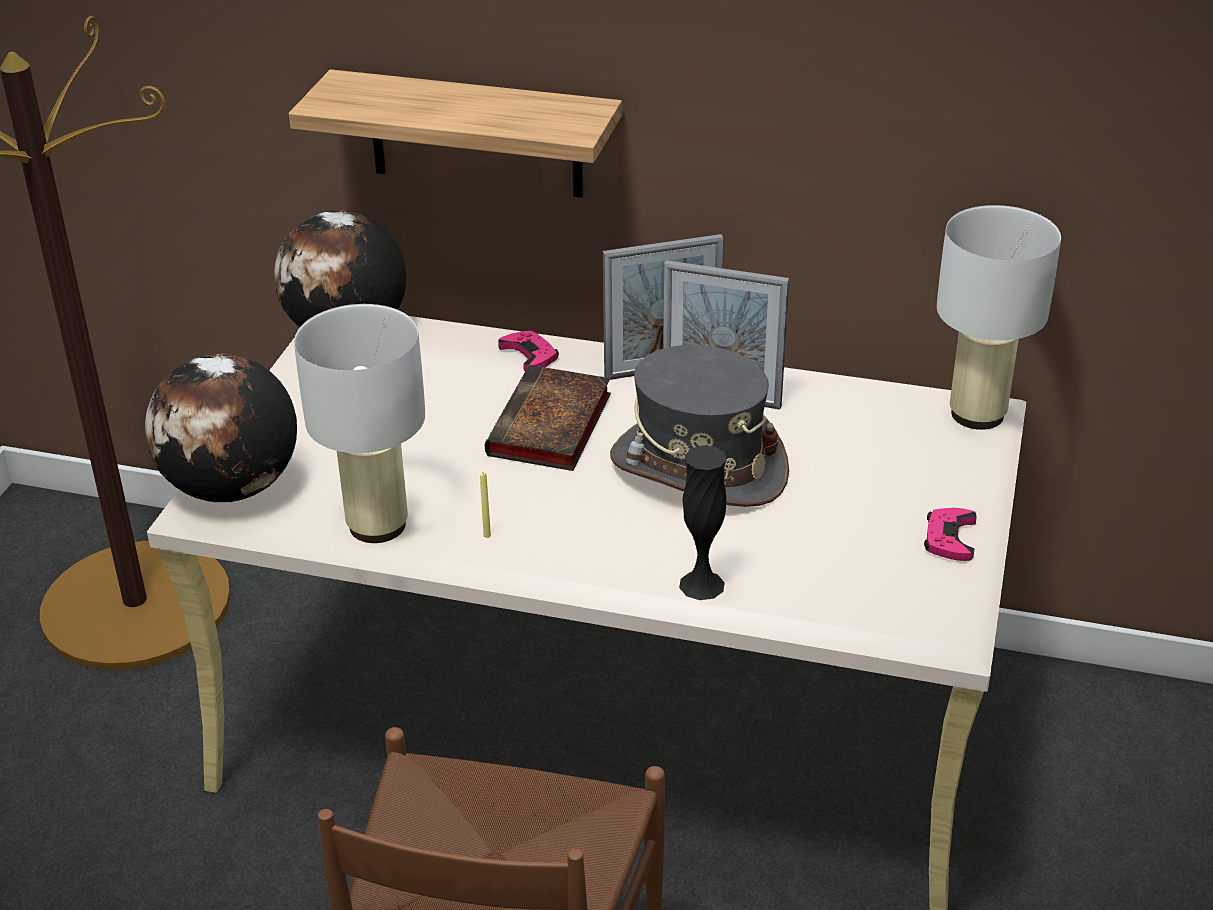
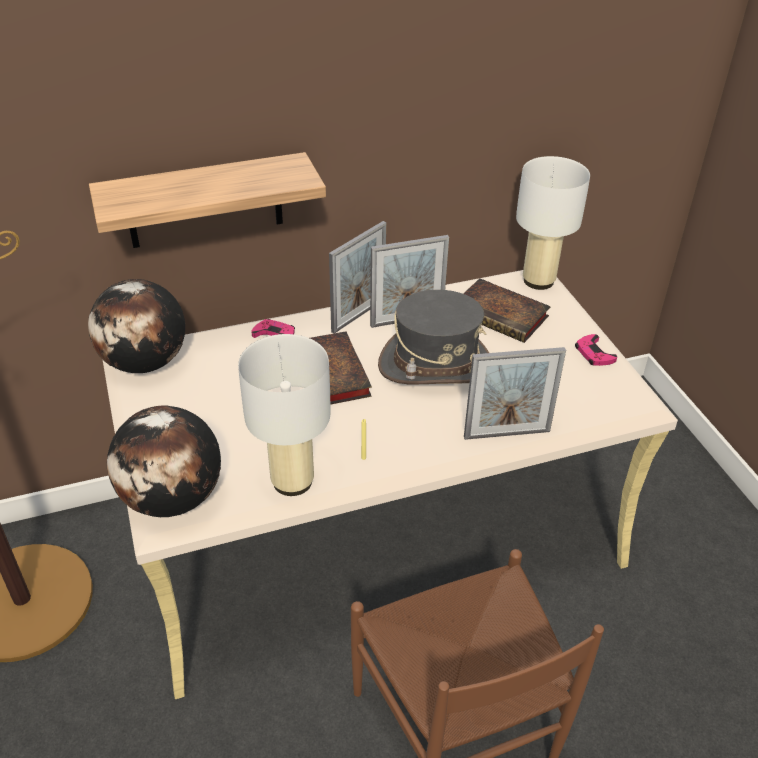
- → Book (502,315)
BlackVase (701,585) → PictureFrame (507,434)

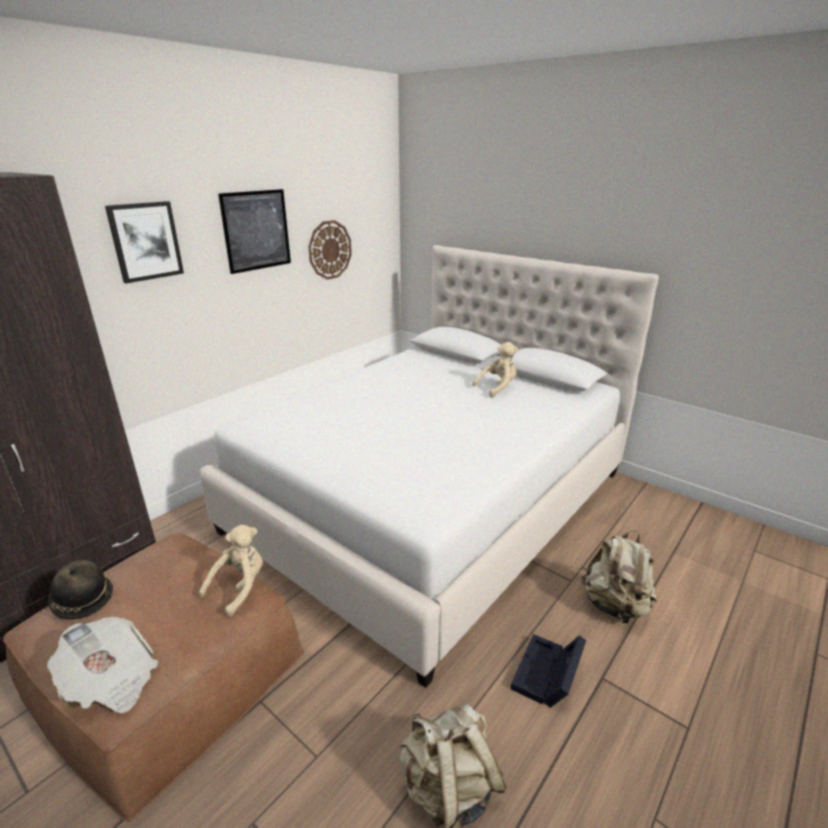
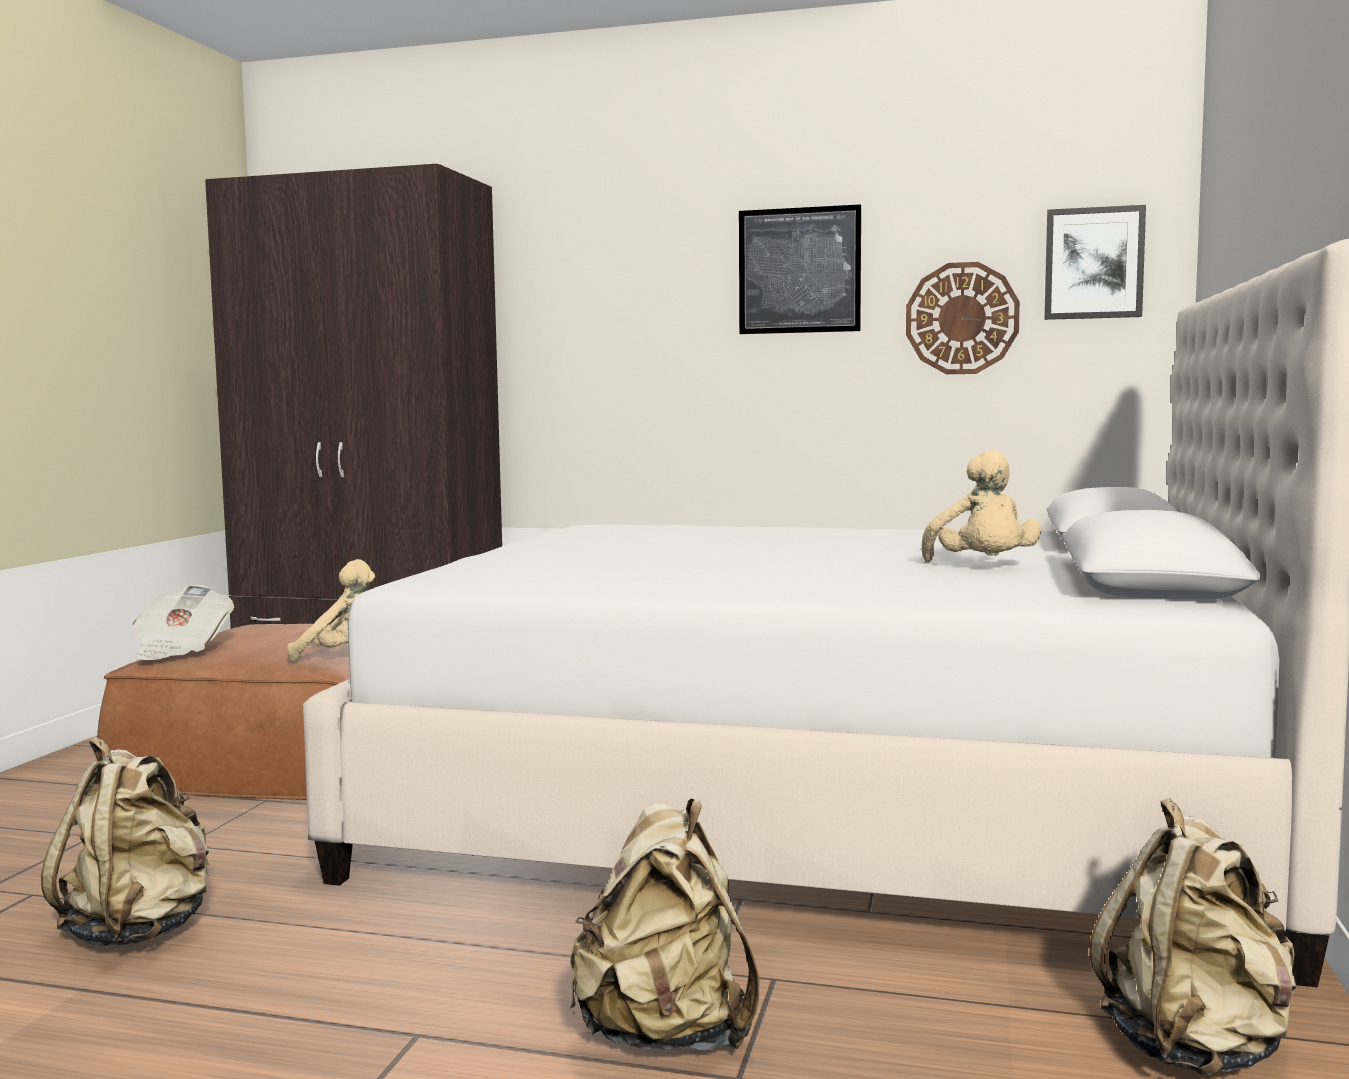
BeigePlushToy (497,388) → BeigePlushToy (982,567), 45 degrees clockwise
Picture (145,241) → Picture (1093,263), relocated
- → BeigeBackpack (1196,1047)
Hat (82,600) → -
BlackStorageBox (547,676) → -

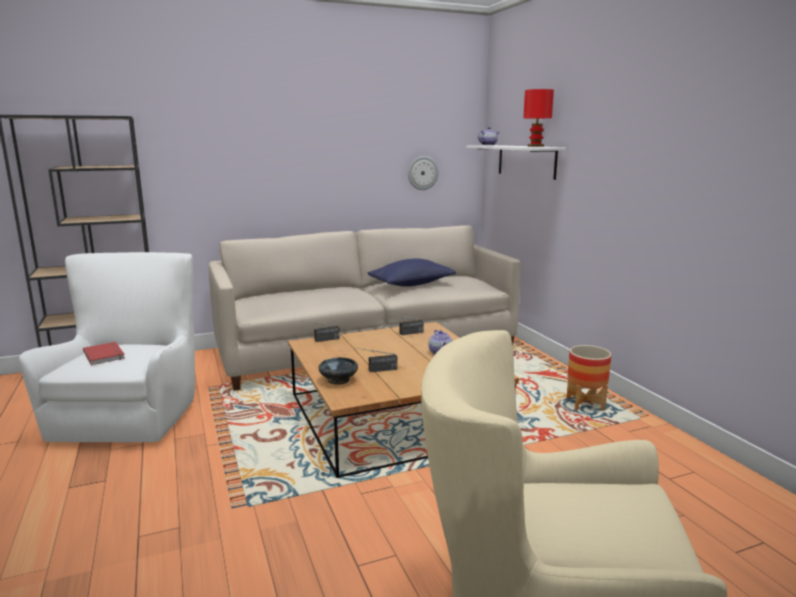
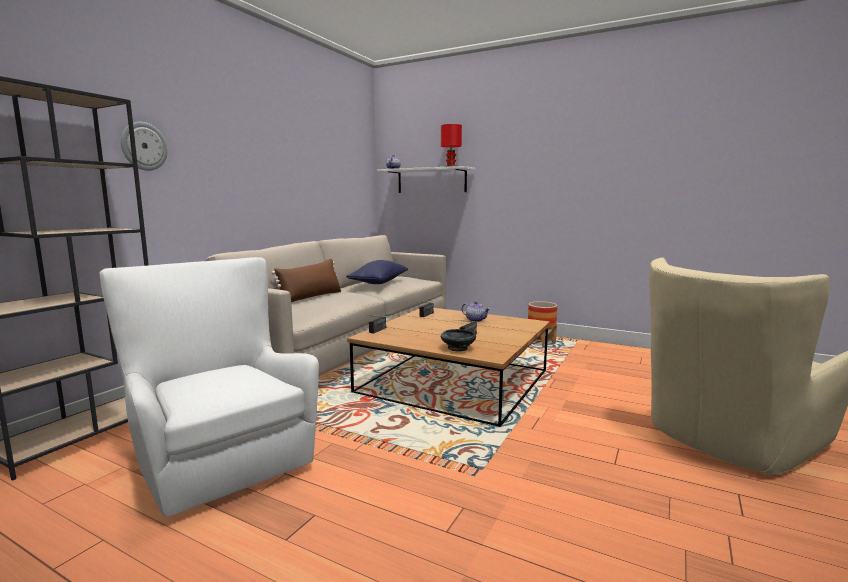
WallClock (422,173) → WallClock (144,146), relocated
- → BrownPillow (311,297)
RedBook (105,354) → -

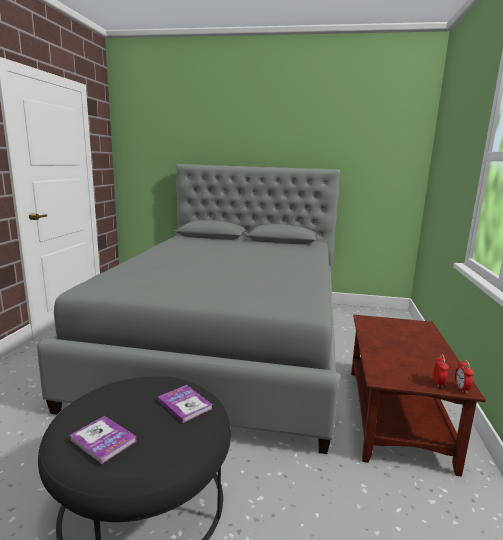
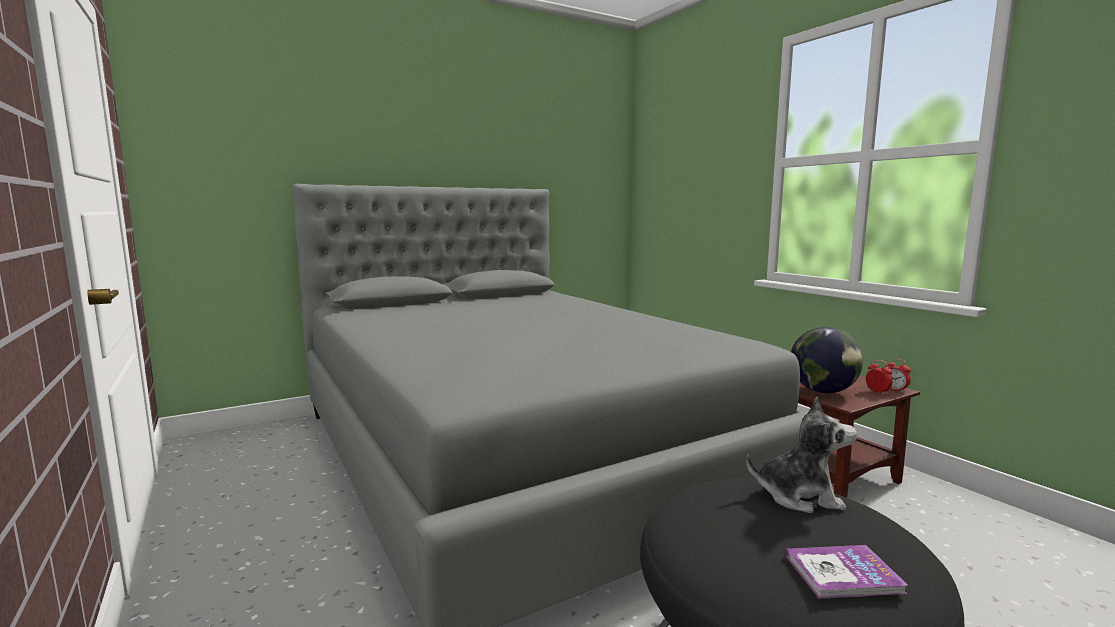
Book (184,404) → PlushToy (799,496)
- → Globe (822,391)

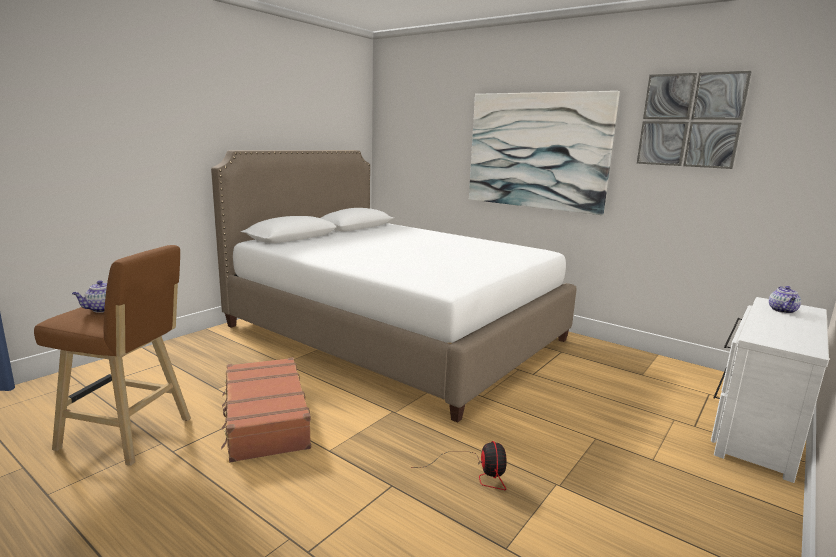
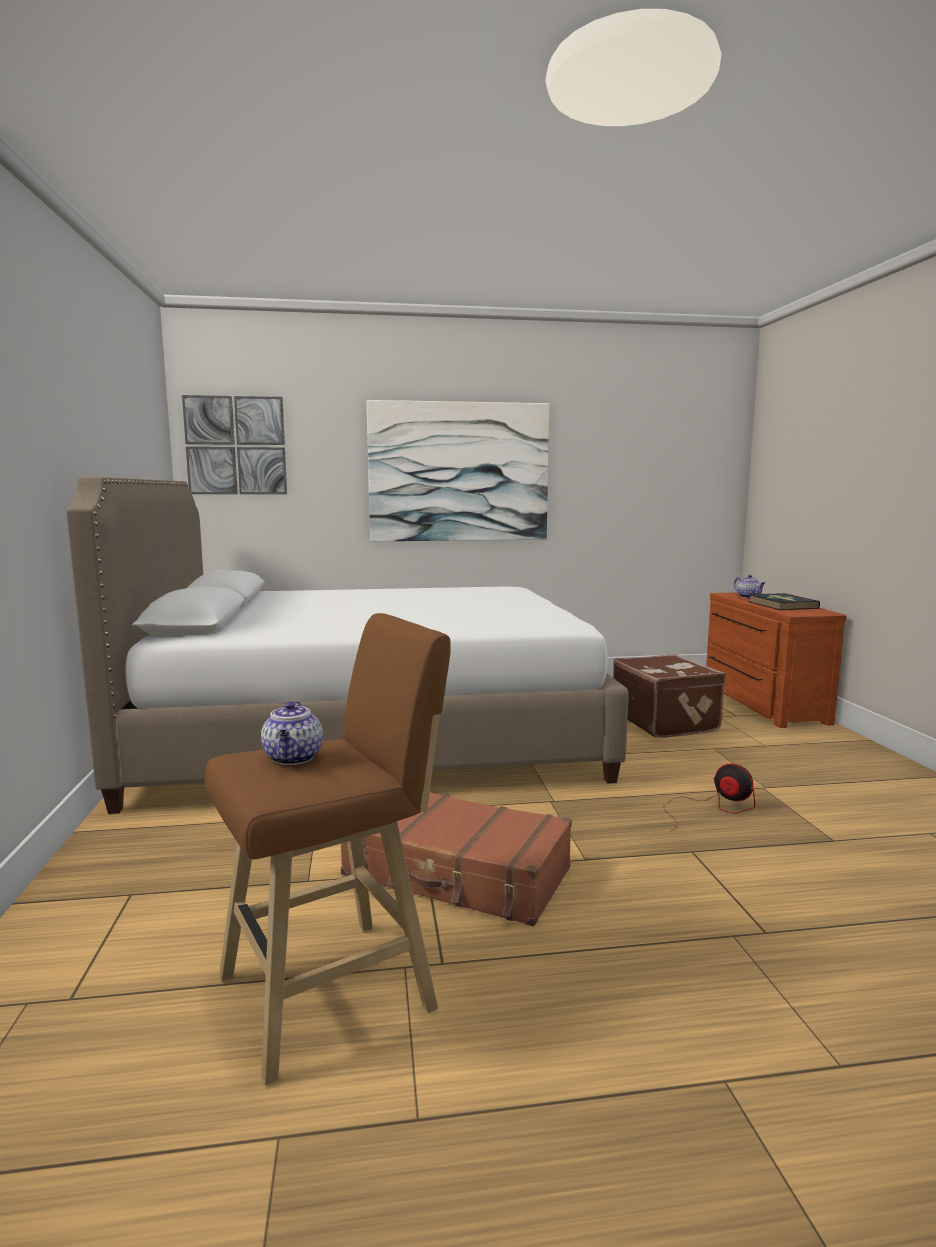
Picture (690,120) → Picture (236,445), relocated
- → BrownSuitcase (665,722)
WhiteDresser (755,428) → BrownDresser (760,703)
- → Book (782,605)

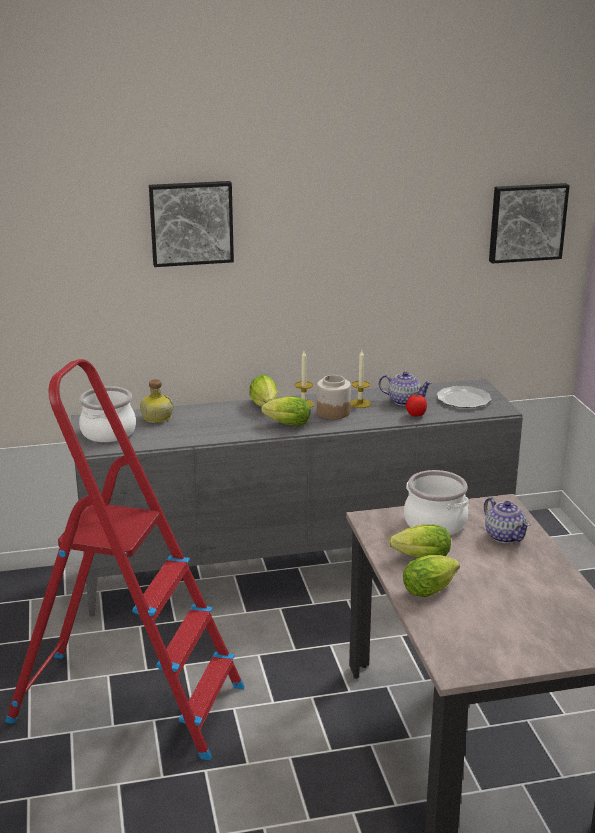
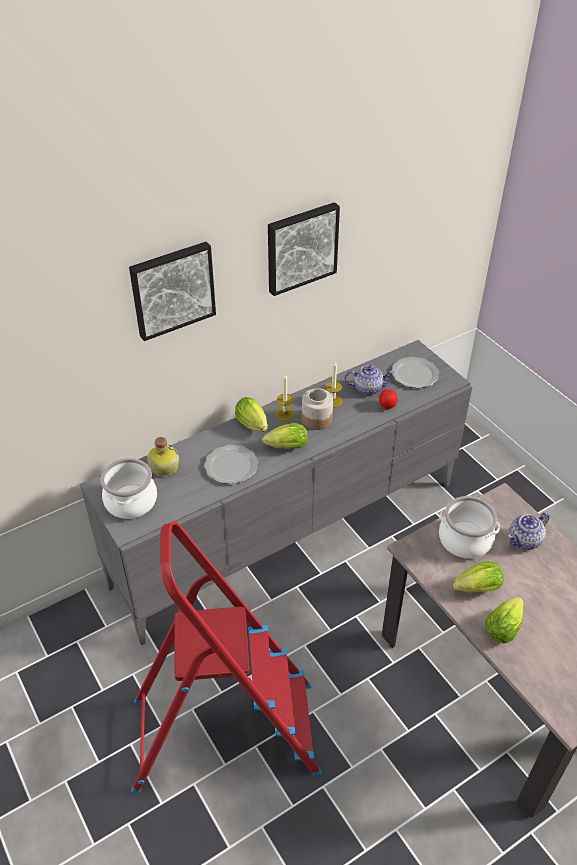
- → Plate (232,466)
Picture (526,222) → Picture (301,247), relocated
Teapot (504,536) → Teapot (525,540), 105 degrees clockwise

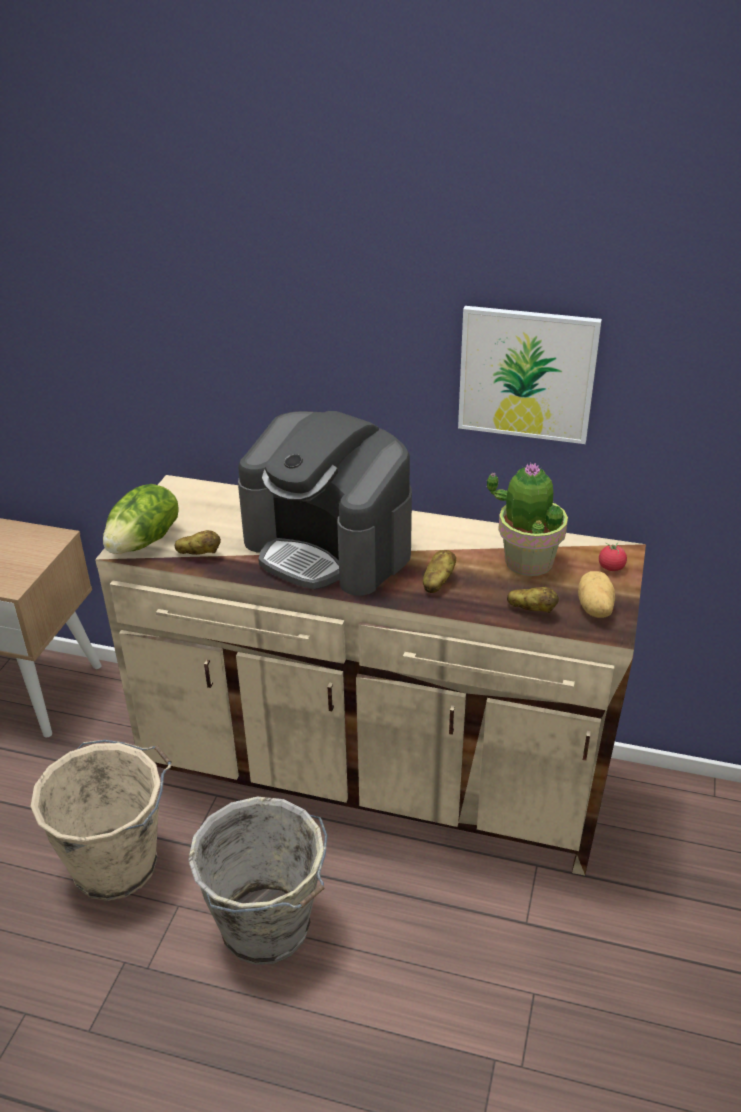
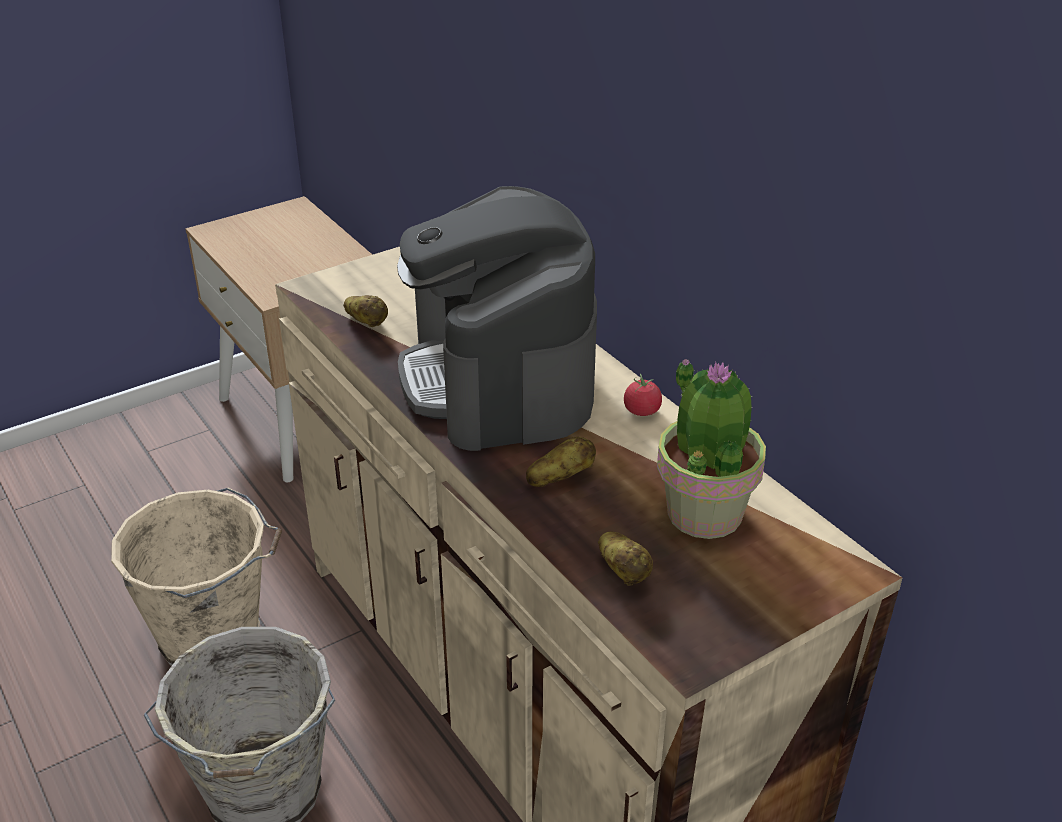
Tomato (611,567) → Tomato (642,411), relocated
Lettuce (145,541) → -
Picture (527,374) → -
Potato (593,609) → -

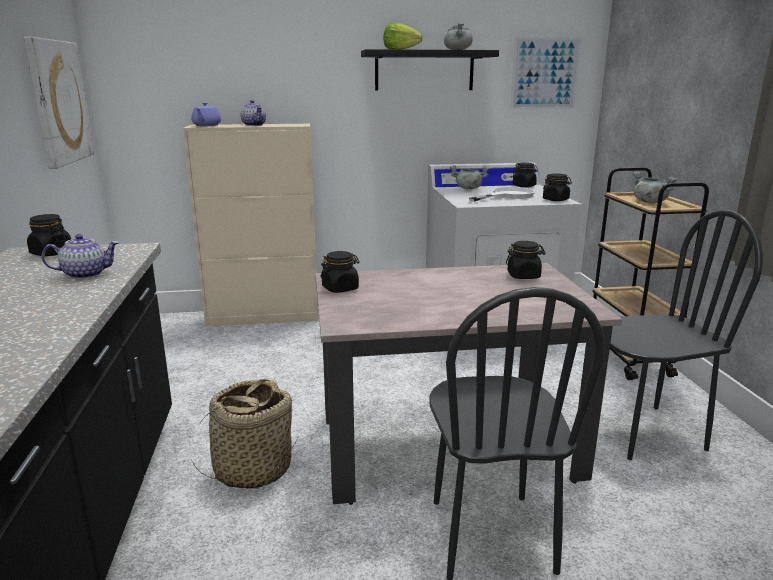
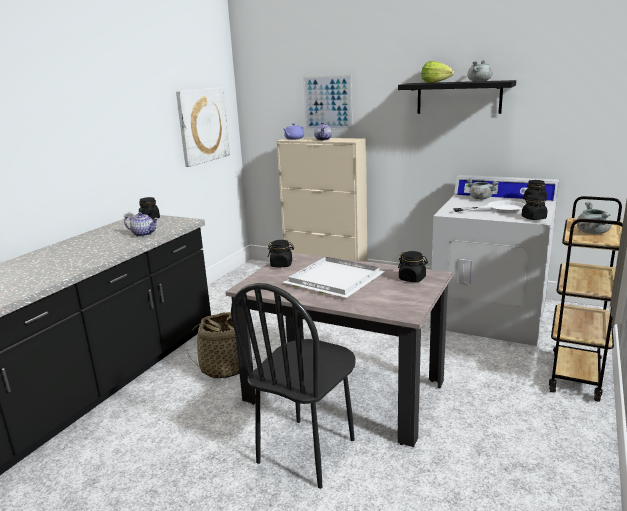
- → WhiteTray (332,280)
Picture (545,73) → Picture (327,103), relocated
BlackChair (644,432) → -

